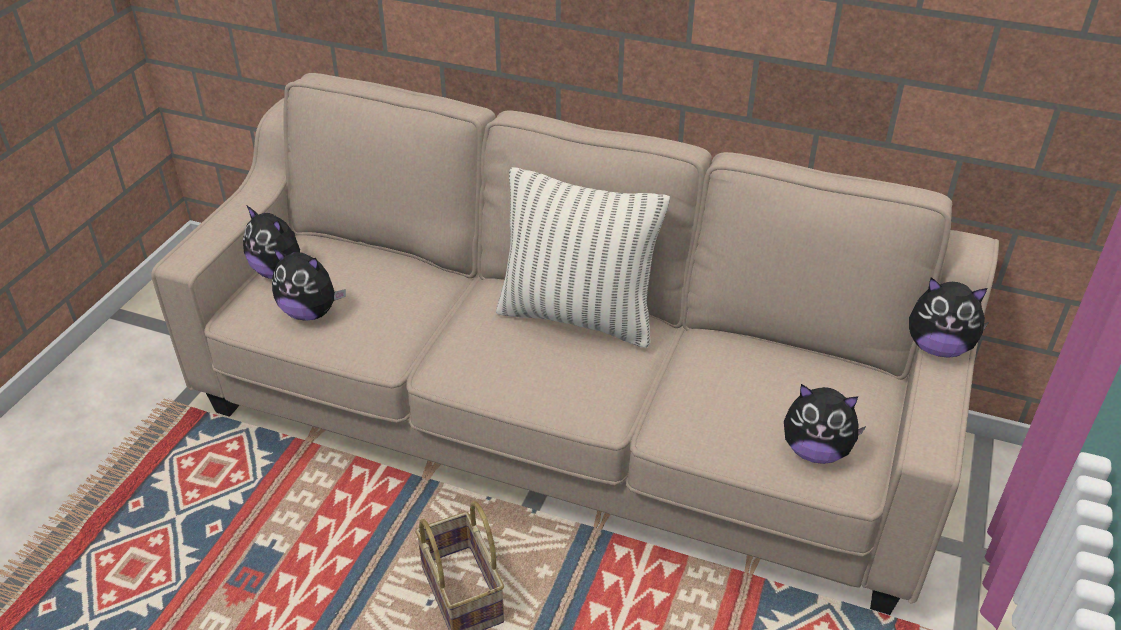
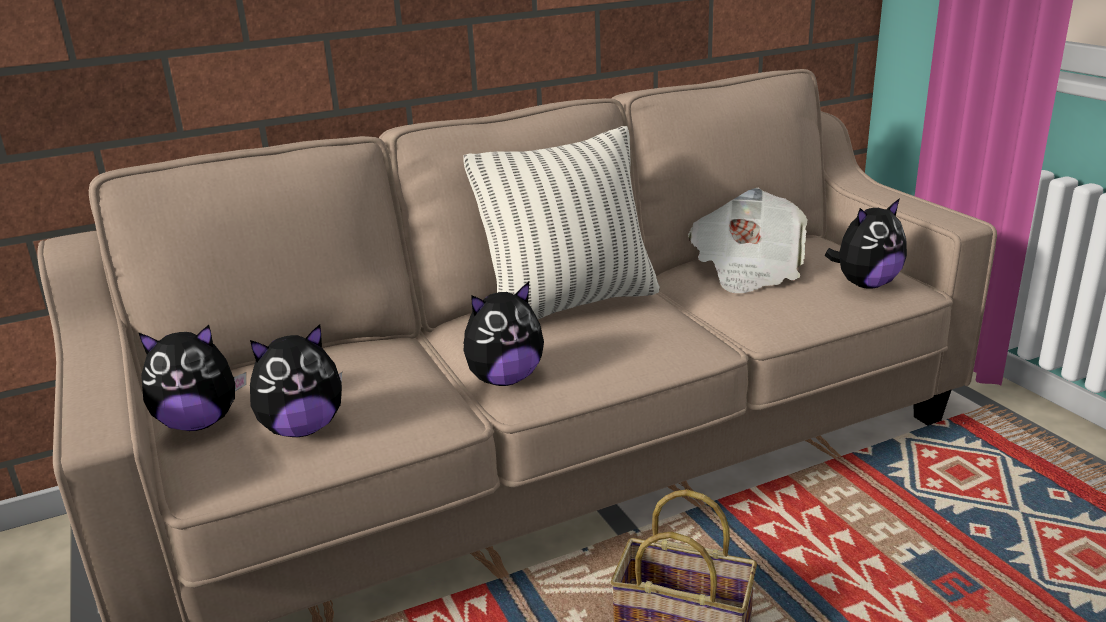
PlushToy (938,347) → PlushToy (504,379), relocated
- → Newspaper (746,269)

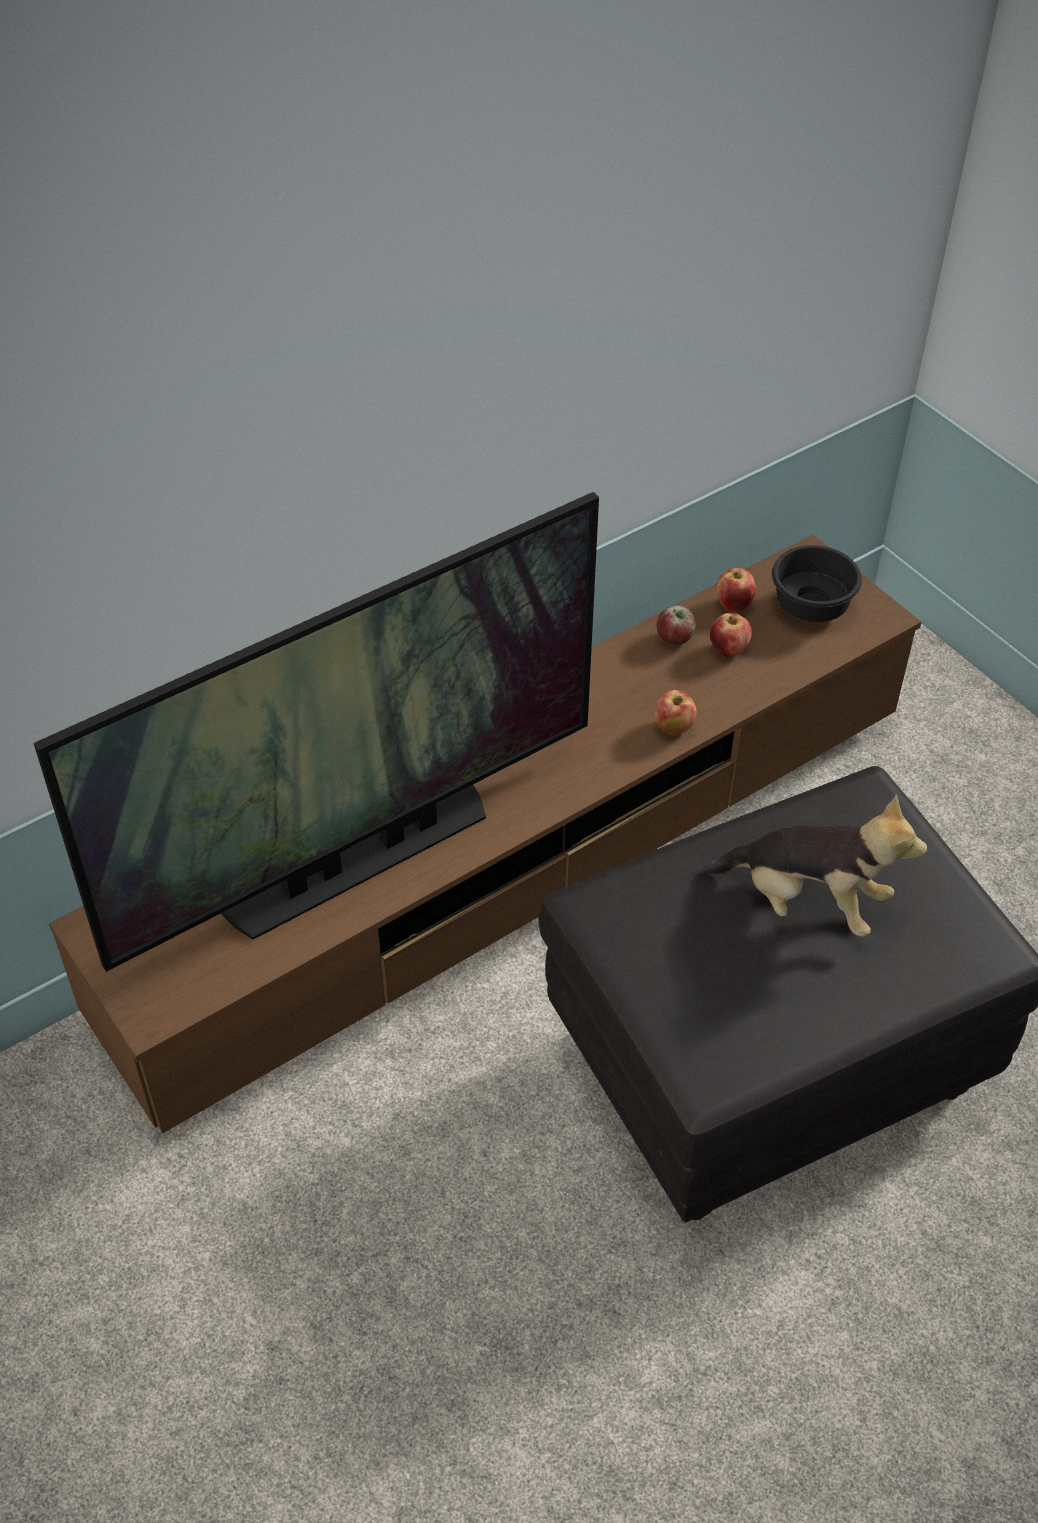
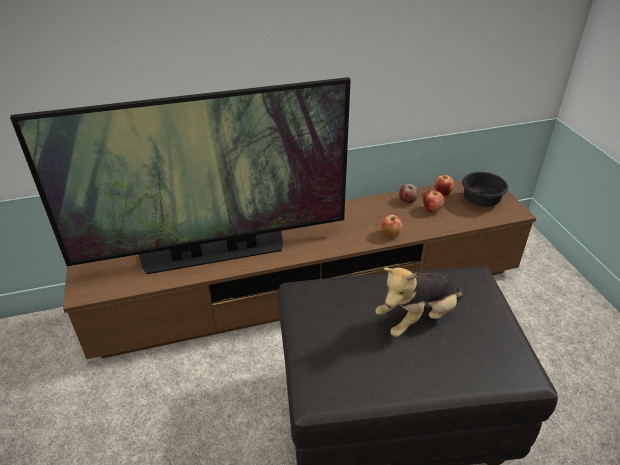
PlushToy (807,901) → PlushToy (417,318), 105 degrees clockwise

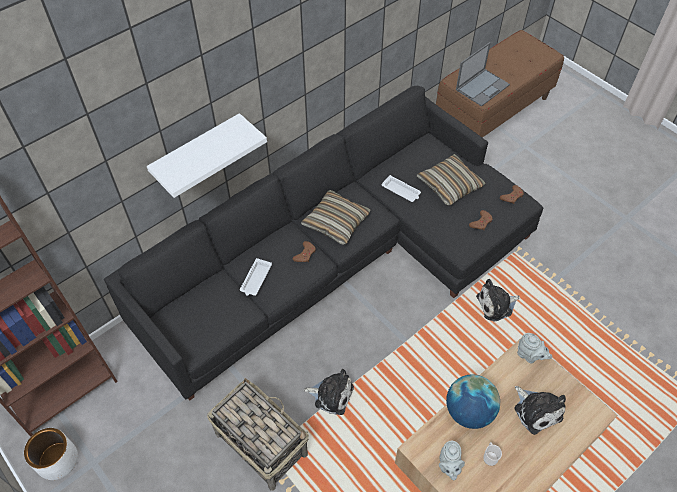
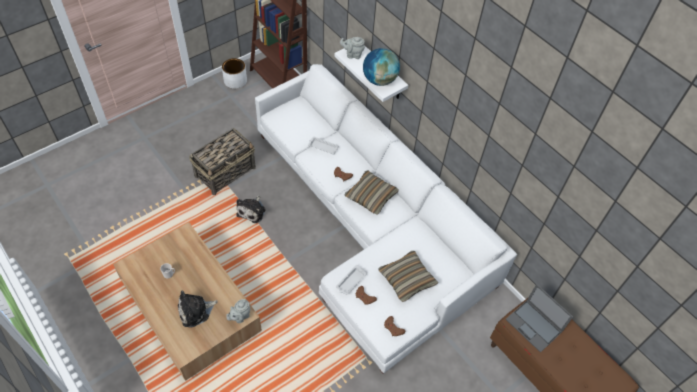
BlackSofa (341,253) → WhiteSofa (371,226)
WhiteTray (401,191) → WhiteTray (350,281), relocated
GreyTeapot (448,466) → GreyTeapot (353,55), relocated
Globe (468,411) → Globe (379,80), relocated
PlushToy (496,305) → -

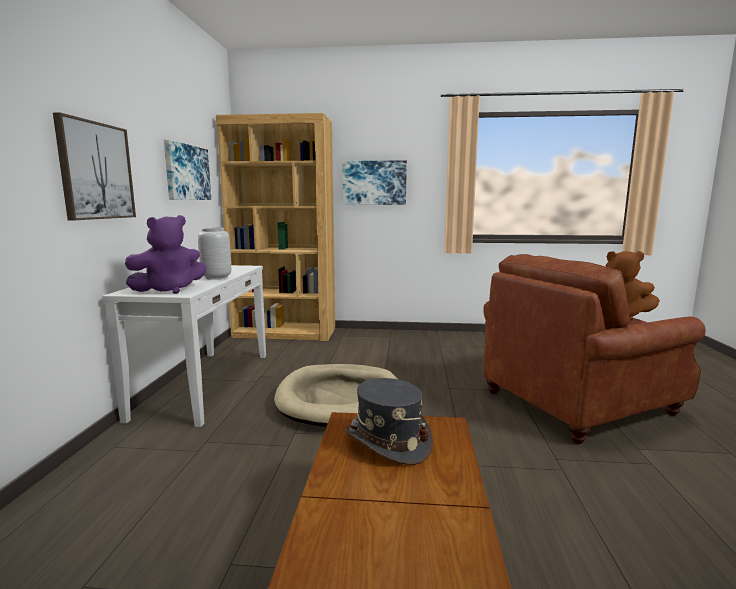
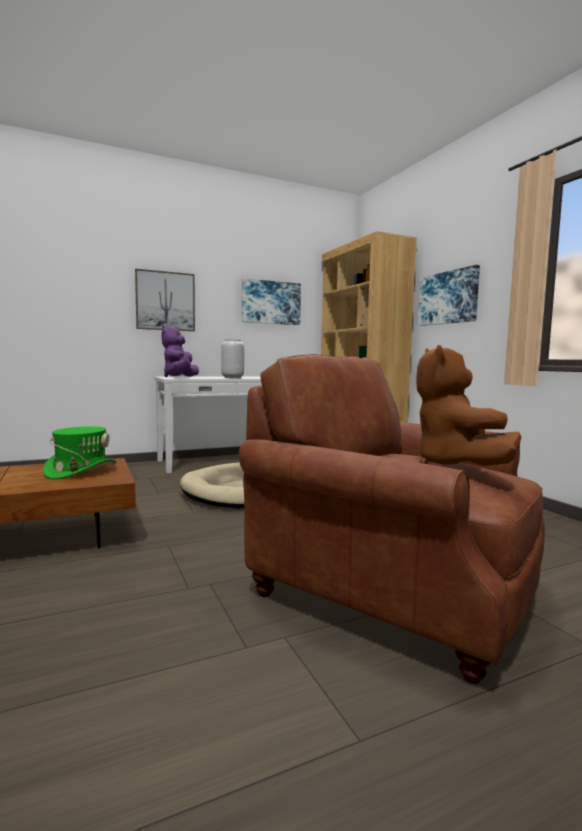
GreyHat (388,441) → GreenHat (81,471)
PurplePlushToy (169,290) → PurplePlushToy (180,377), 75 degrees clockwise

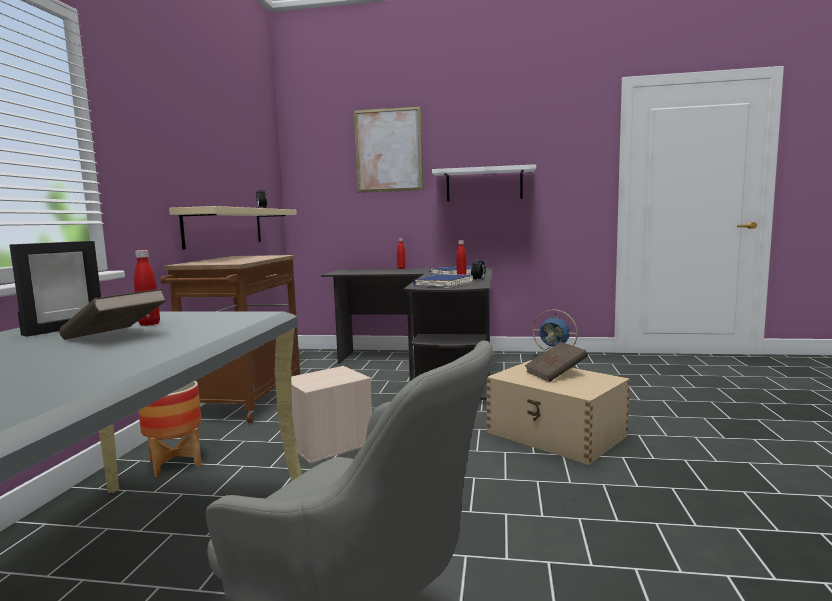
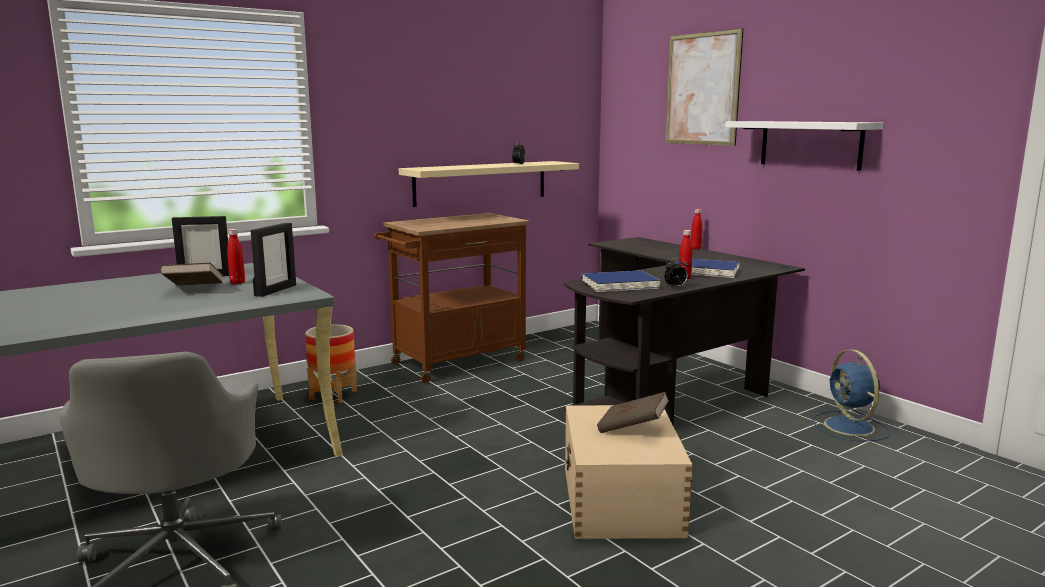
- → PictureFrame (275,290)
BeigeStorageBox (329,444) → -

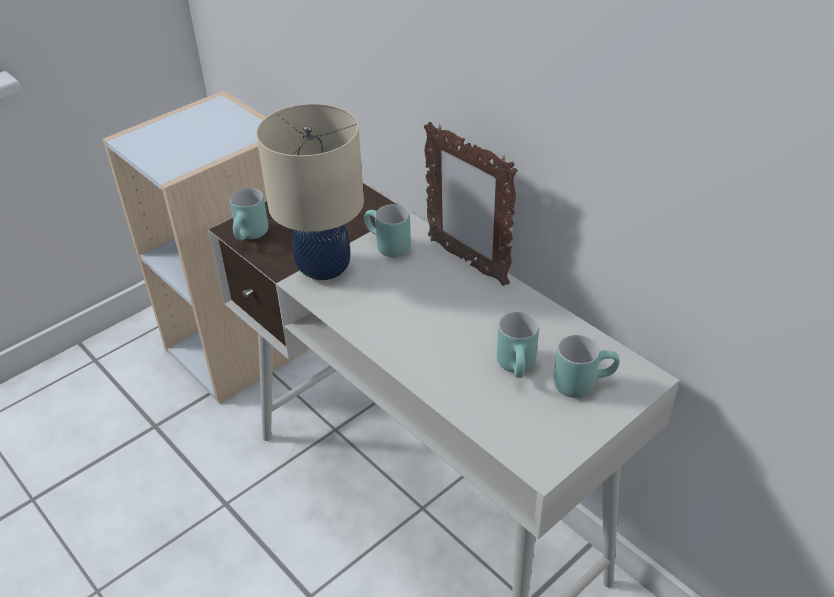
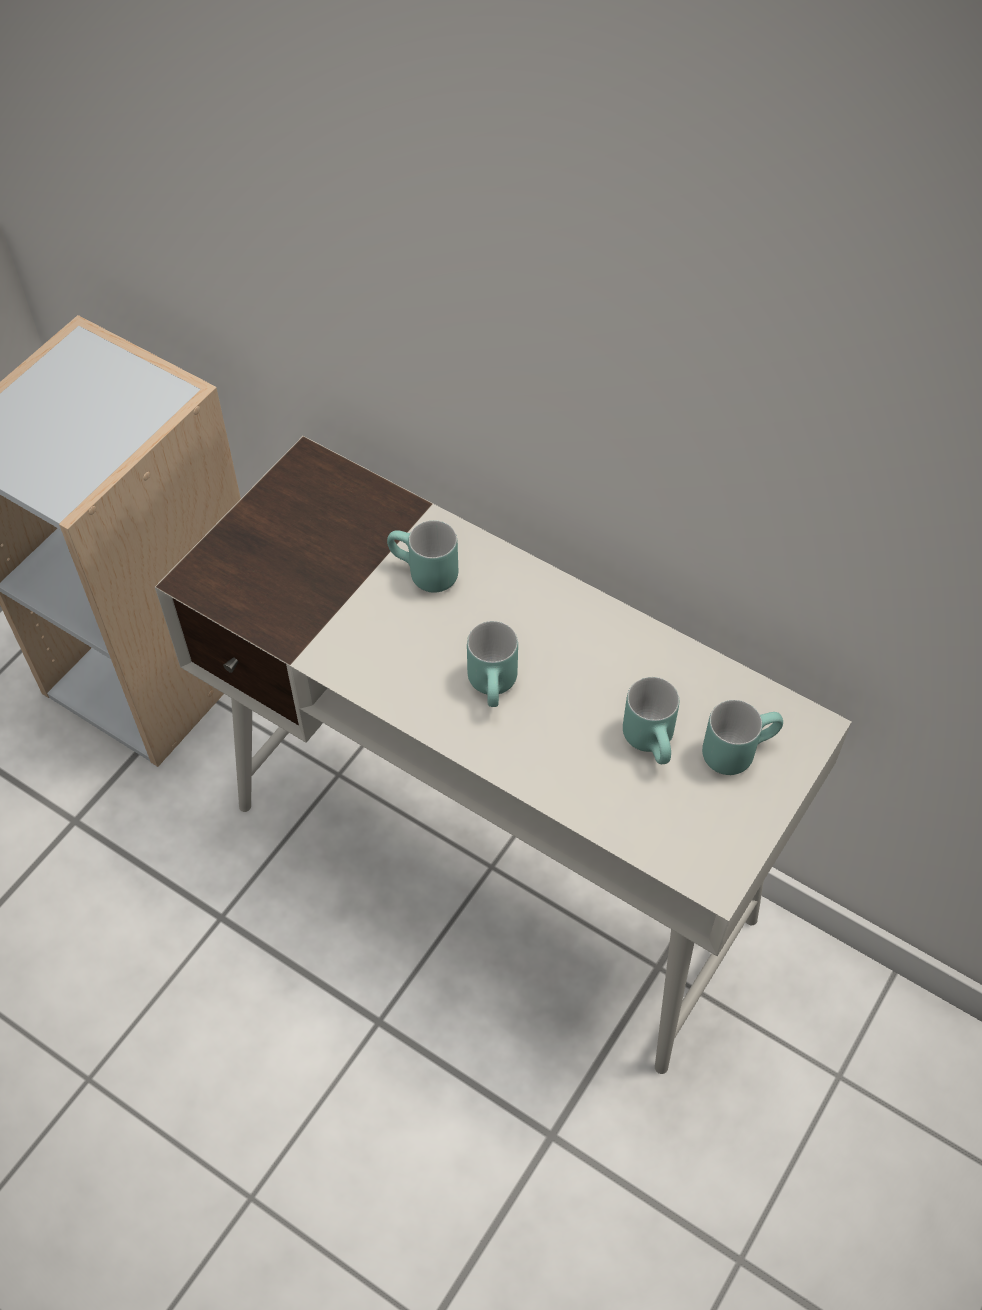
TurquoiseMug (252,236) → TurquoiseMug (496,687), relocated
BeigeTableLamp (324,267) → -
PictureFrame (467,261) → -

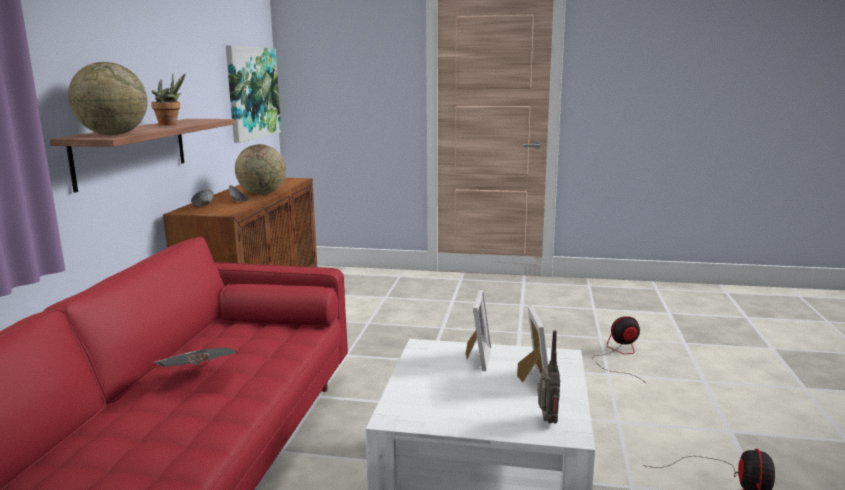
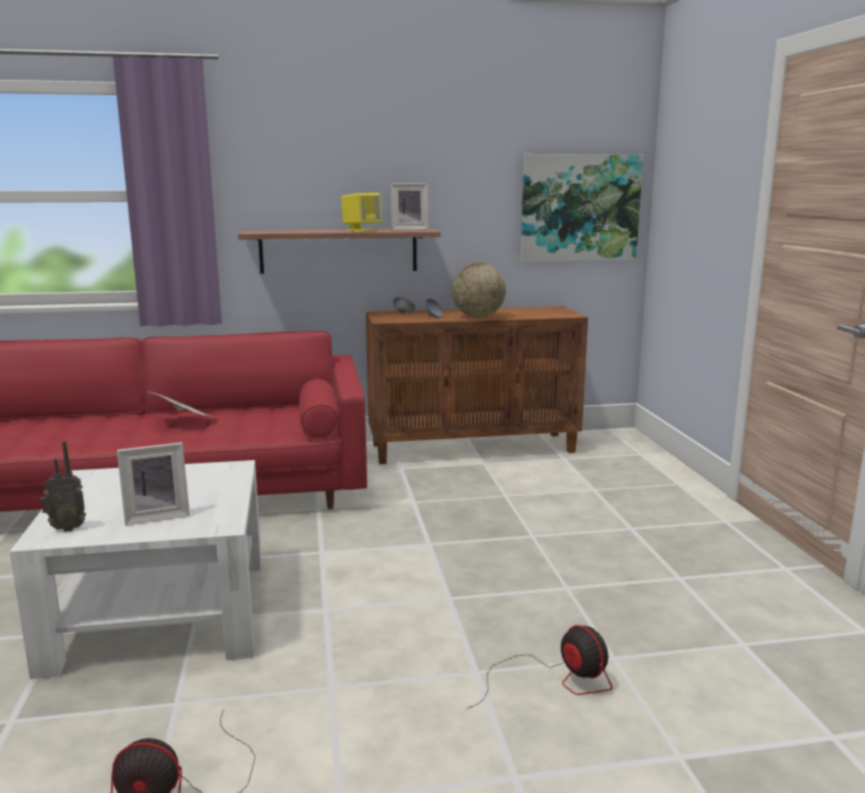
PottedPlant (170,124) → YellowSpeaker (361,230)
PictureFrame (476,358) → PictureFrame (409,229), relocated
Globe (113,134) → -

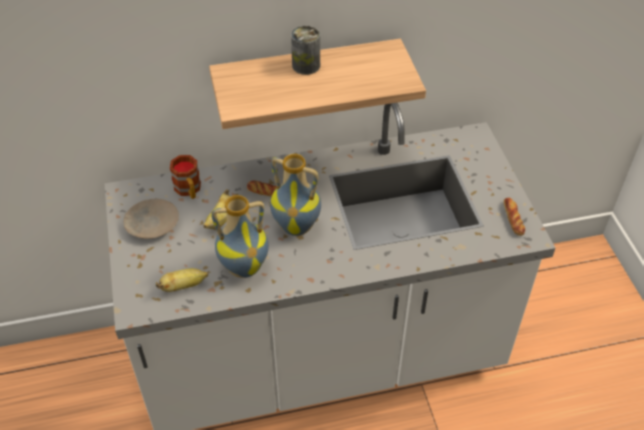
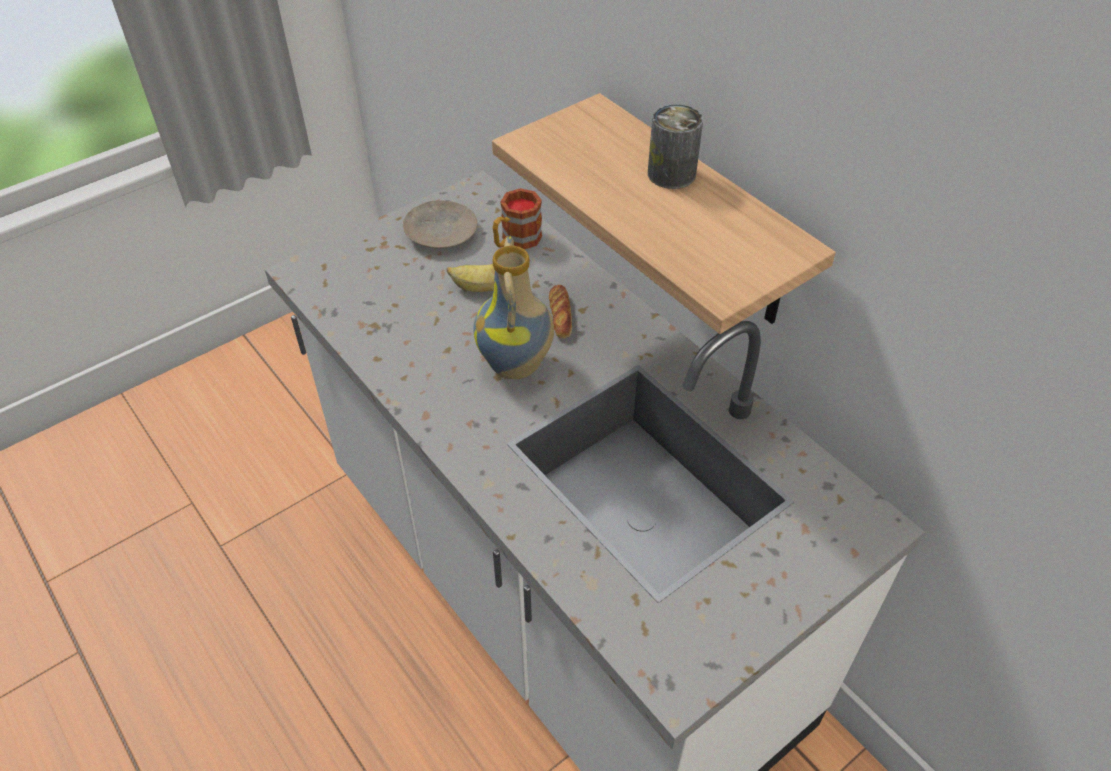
Banana (183,286) → -
Vase (244,266) → -
Bread (513,219) → -

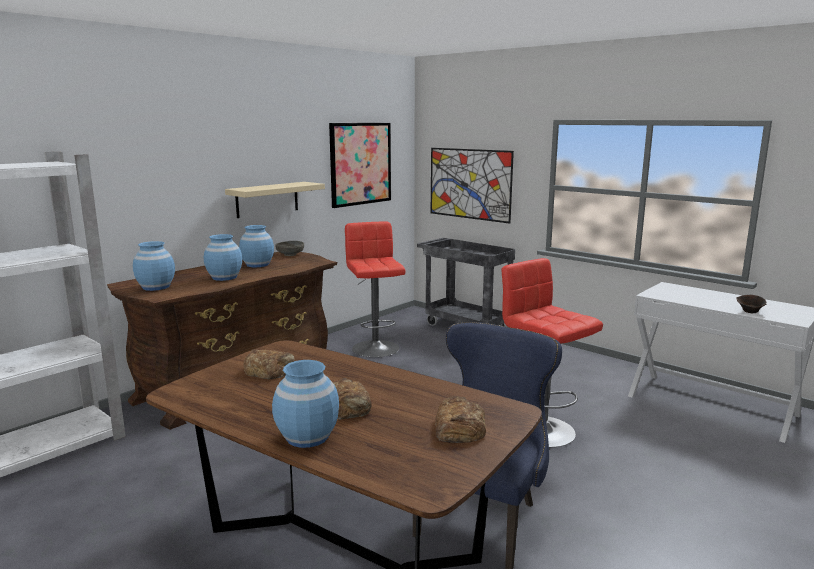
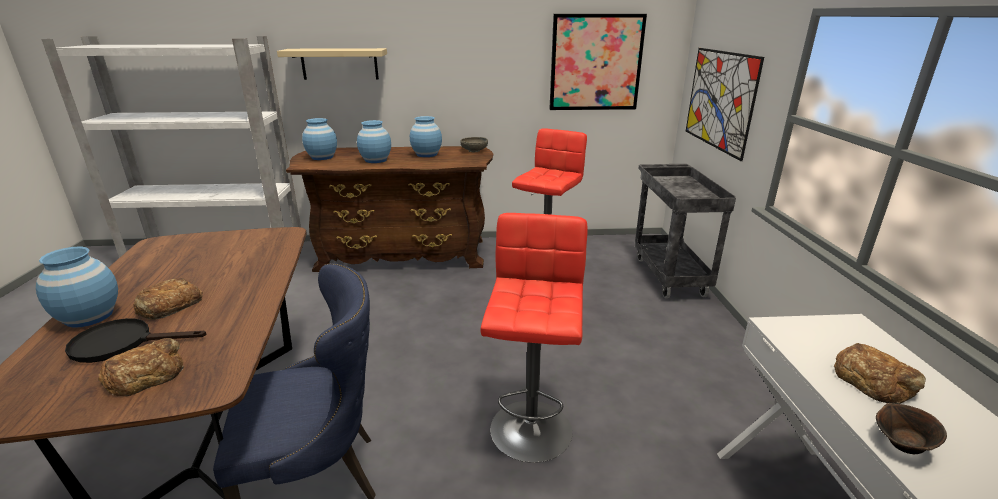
- → BlackFryingPan (123,343)
BeigeShelf (267,199) → BeigeShelf (339,64), relocated
Bread (269,370) → Bread (874,380), relocated

